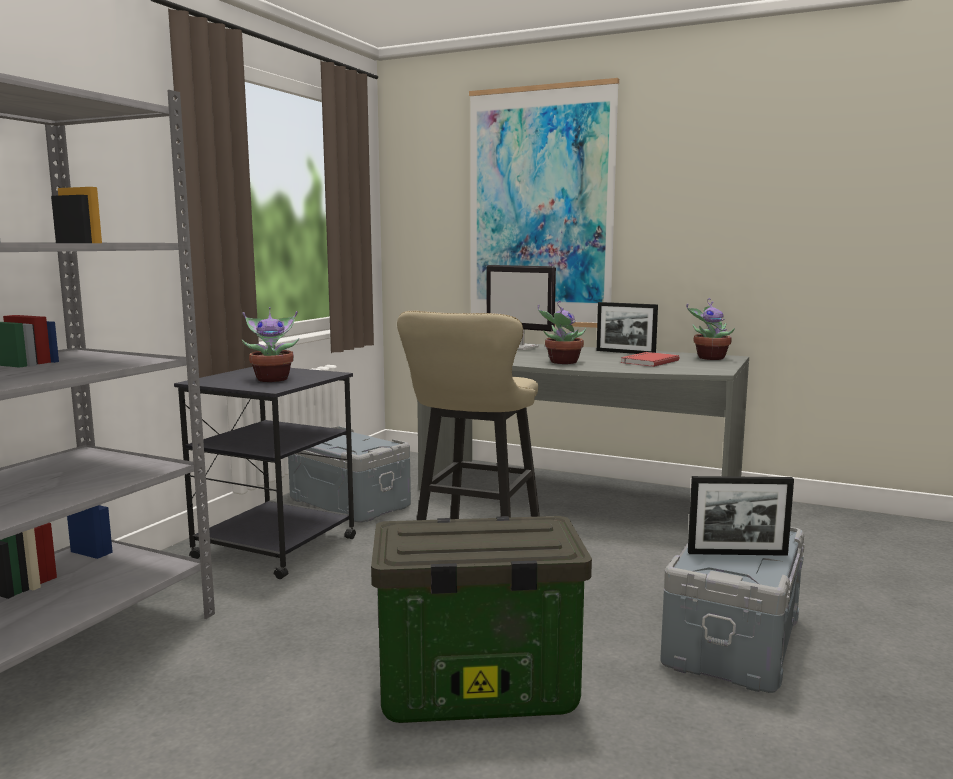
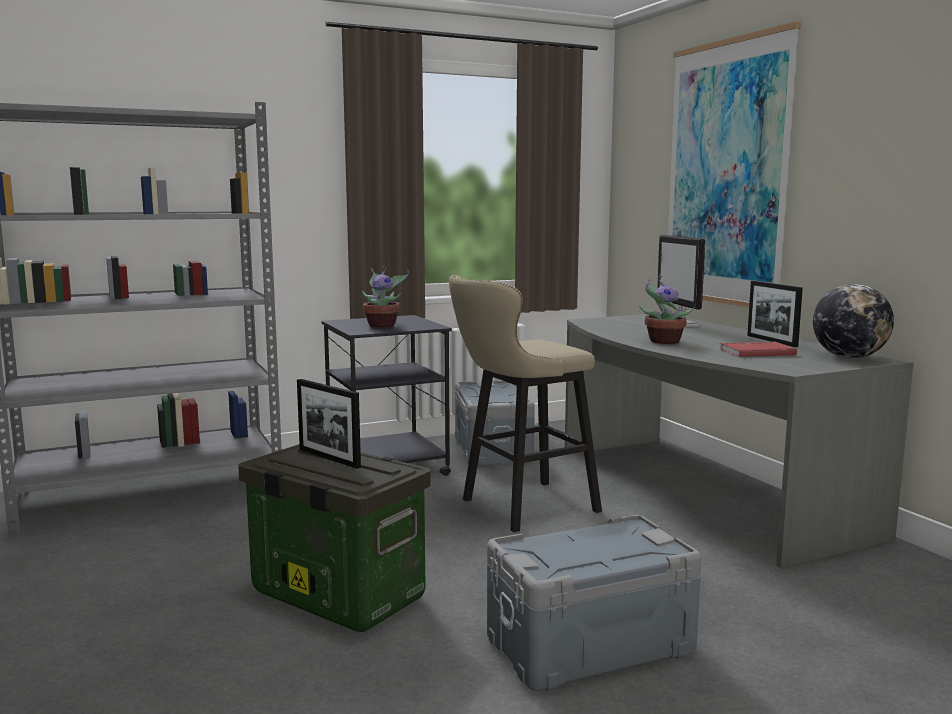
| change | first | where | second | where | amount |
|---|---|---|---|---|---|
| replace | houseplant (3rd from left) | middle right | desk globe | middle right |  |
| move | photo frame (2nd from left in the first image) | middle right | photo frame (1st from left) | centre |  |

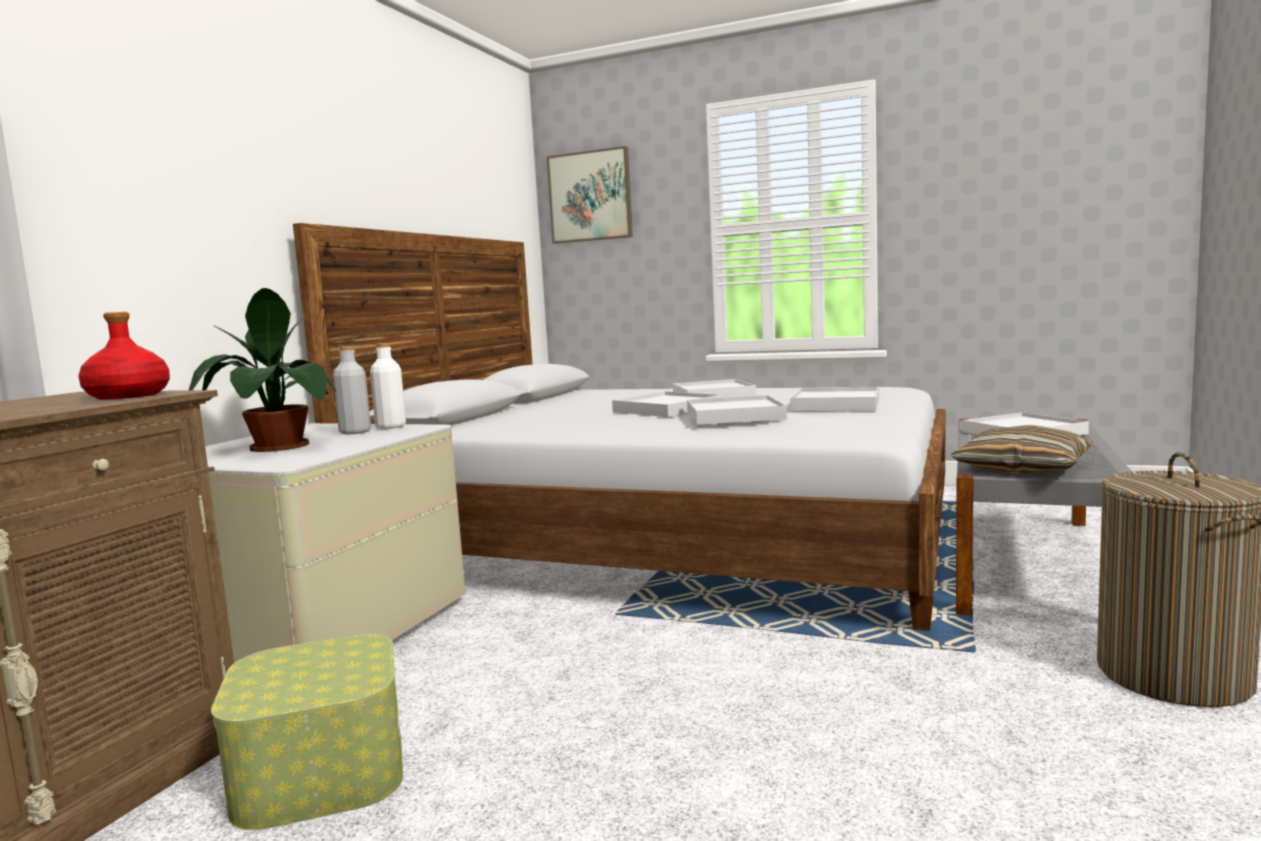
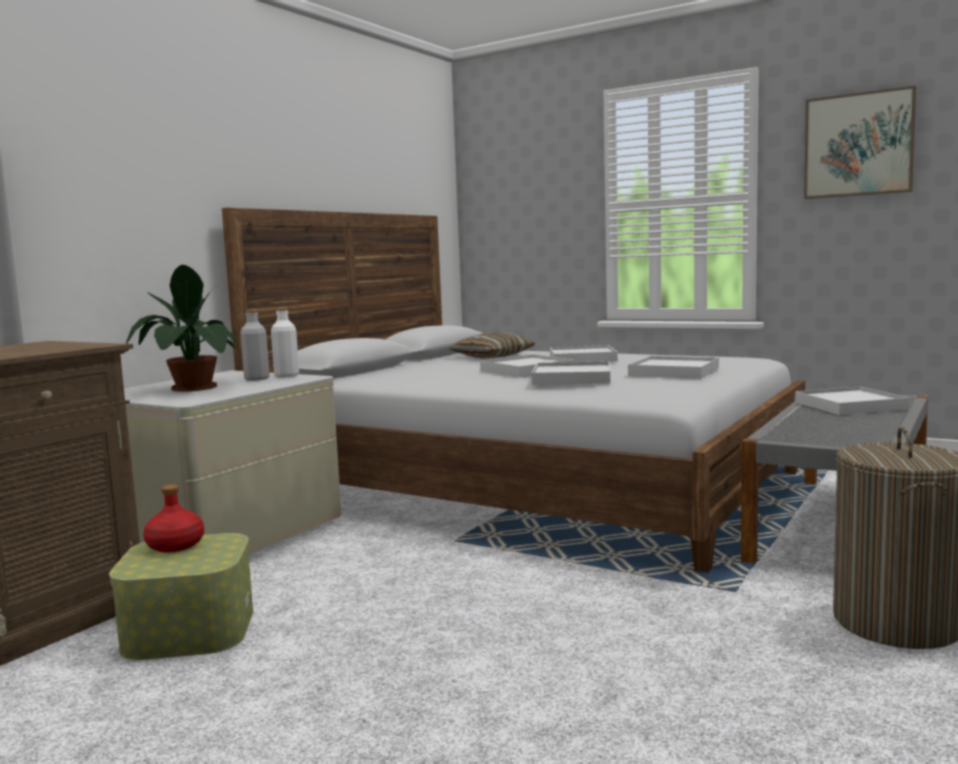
| change | first | where | second | where | amount |
|---|---|---|---|---|---|
| move | wall art | top centre |  | top right |  |
| move | reddish bottle | middle left |  | bottom left |  |
| move | pillow | middle right |  | centre |  |

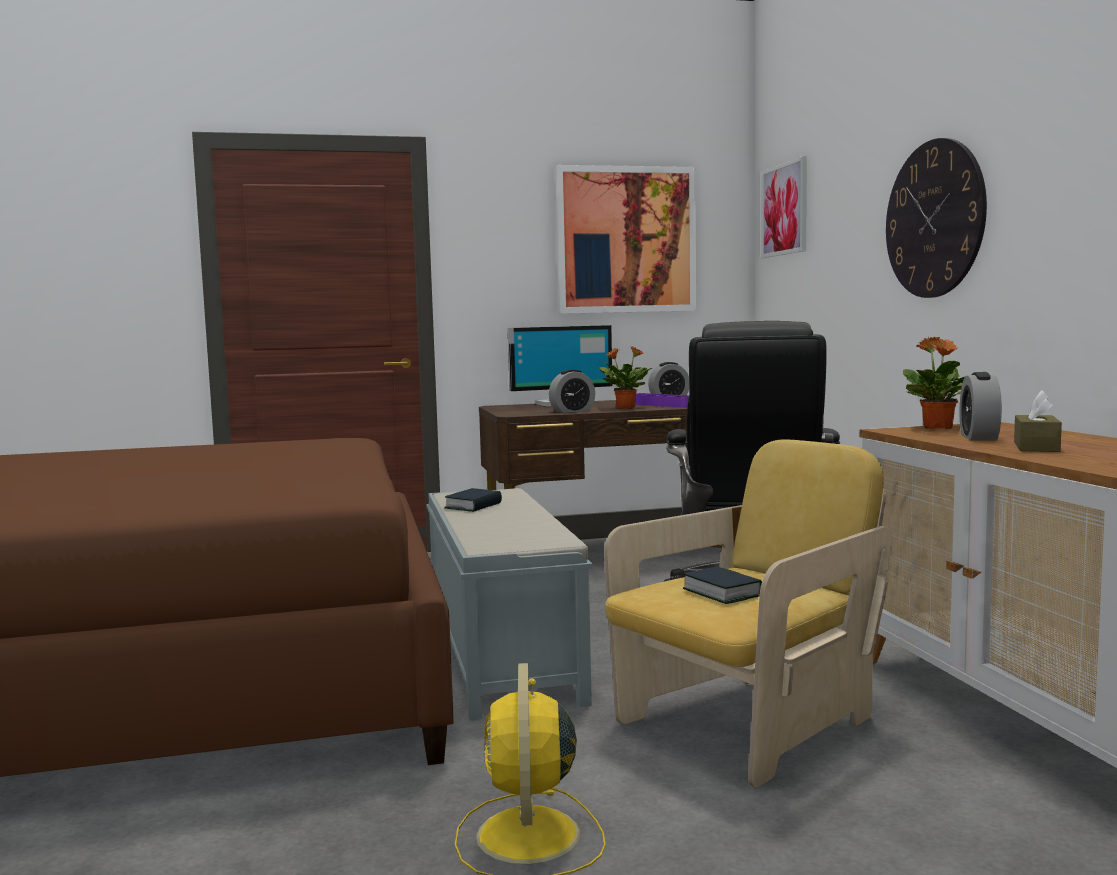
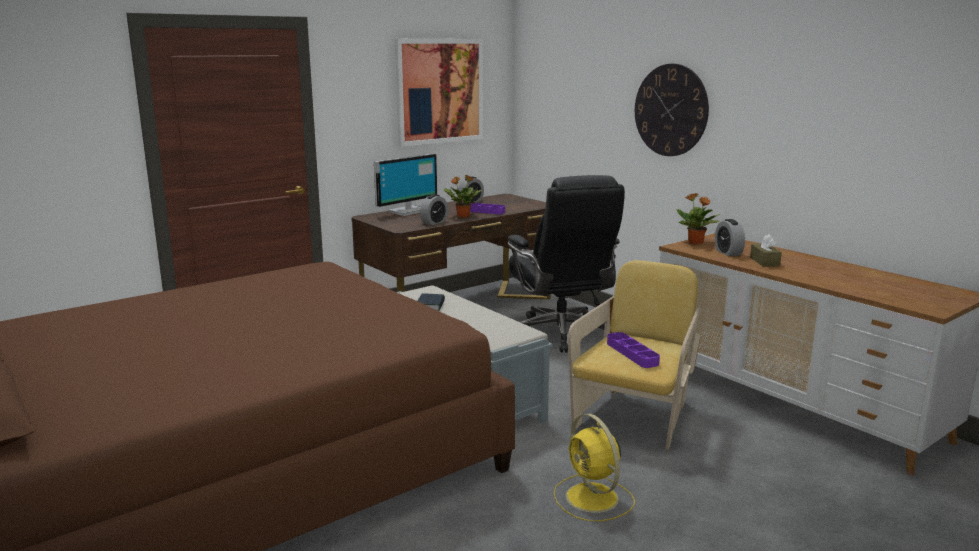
| change | first | where | second | where | amount |
|---|---|---|---|---|---|
| delete | wall art (2nd from left) | top right |  |  |  |
| replace | bound book (2nd from left) | bottom centre | purplish carrying tray (2nd from left) | centre |  |

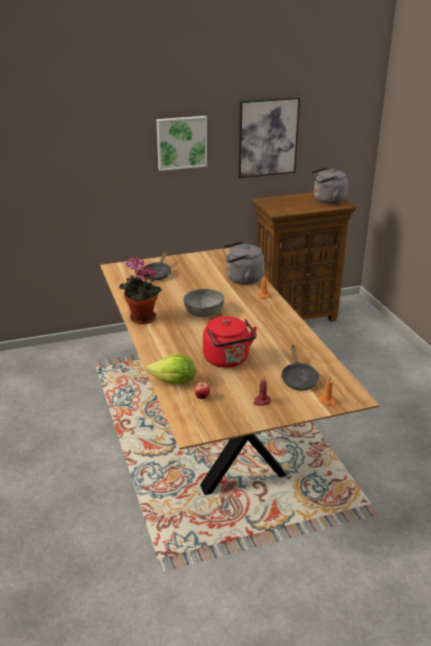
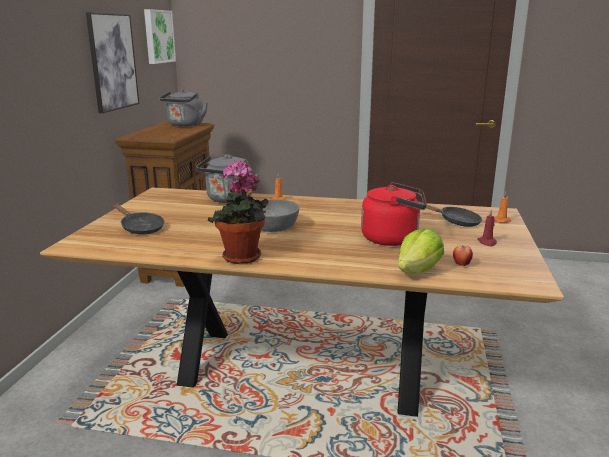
| change | first | where | second | where | amount |
|---|---|---|---|---|---|
| move | wall art (1st from left in the first image) | top centre | wall art (2nd from left) | top left |  |

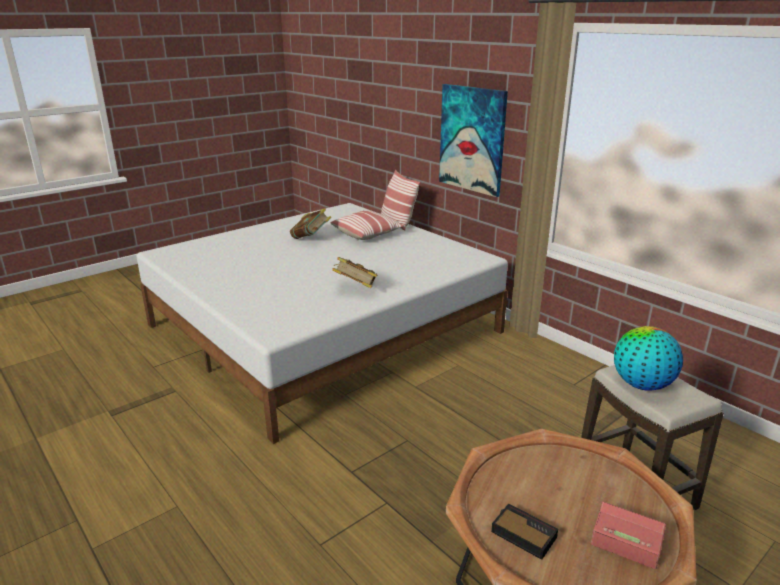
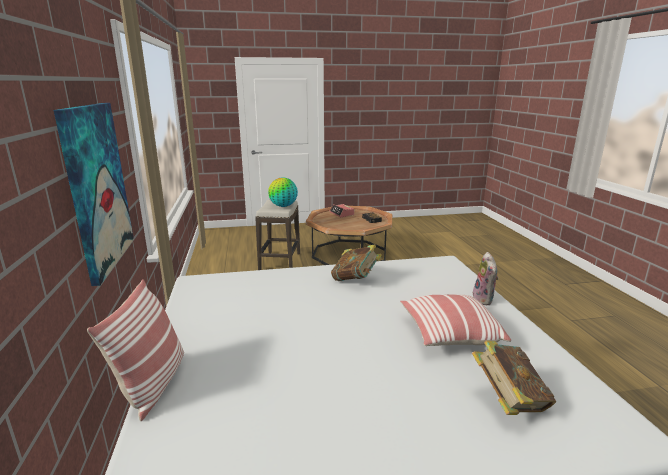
| change | first | where | second | where | amount |
|---|---|---|---|---|---|
| move | bound book (1st from left in the first image) | centre | bound book (2nd from left) | bottom right |  |
| move | pillow (1st from left in the first image) | centre | pillow (2nd from left) | bottom right |  |
| insert |  |  | plush toy | middle right |  |

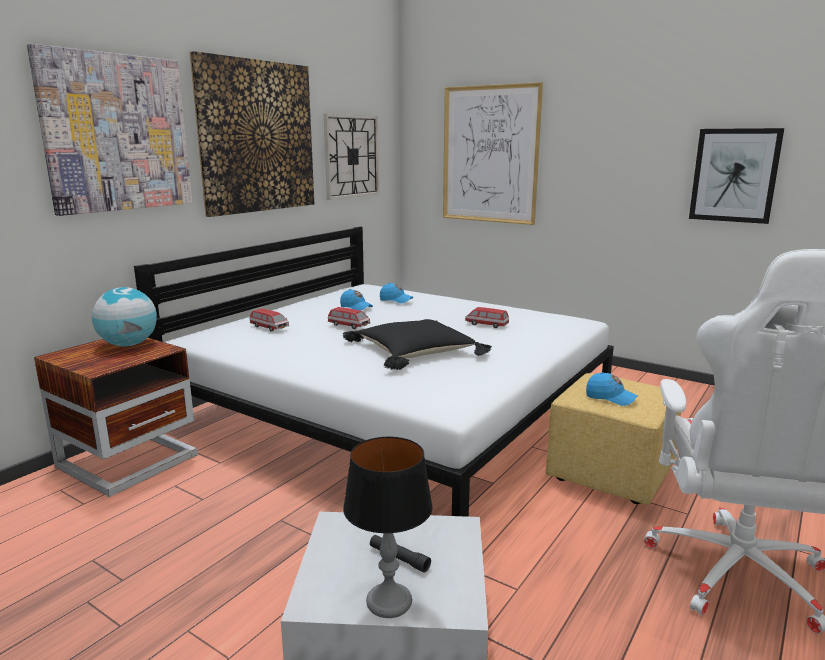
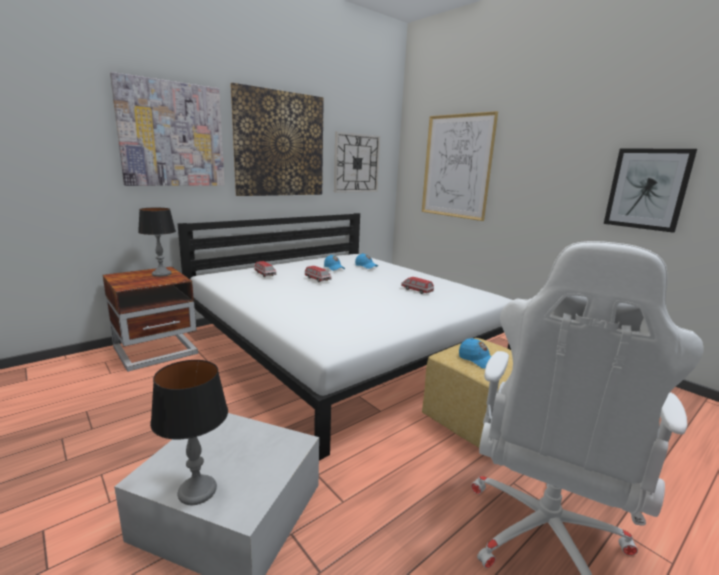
| change | first | where | second | where | amount |
|---|---|---|---|---|---|
| replace | desk globe | middle left | tabletop lamp (1st from left) | middle left |  |
| delete | blackish pillow | centre |  |  |  |
| delete | blackish torch | bottom centre |  |  |  |

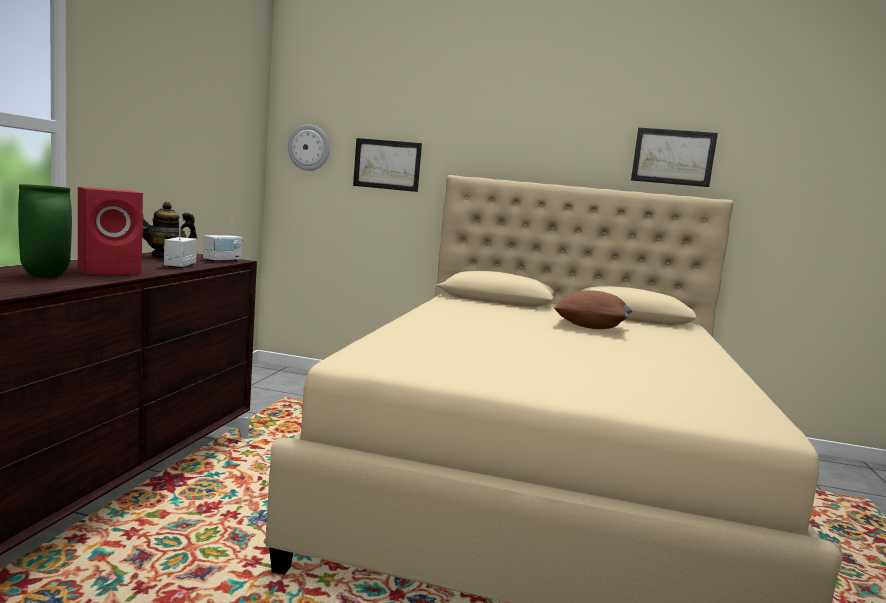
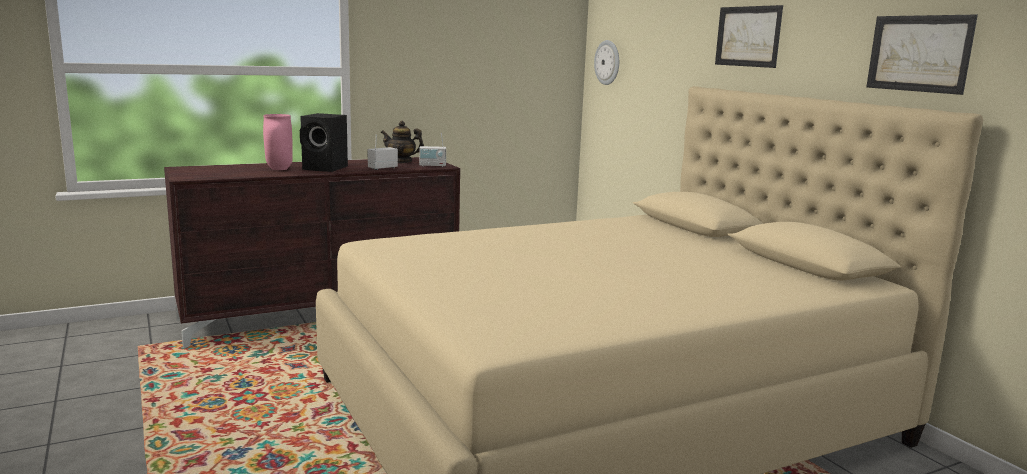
| change | first | where | second | where | amount |
|---|---|---|---|---|---|
| move | wall art (1st from left) | top centre |  | top right |  |
| recolor | greenish decorative vase | middle left | pinkish decorative vase | top left |  |
| recolor | reddish speaker | middle left | blackish speaker | top left |  |
| delete | brown pillow | middle right |  |  |  |

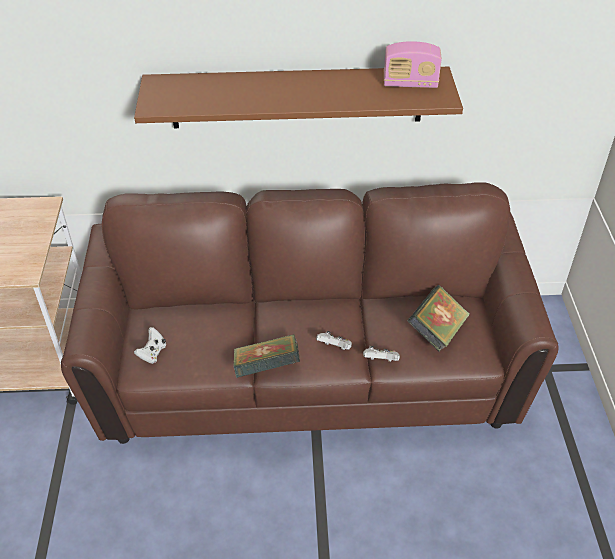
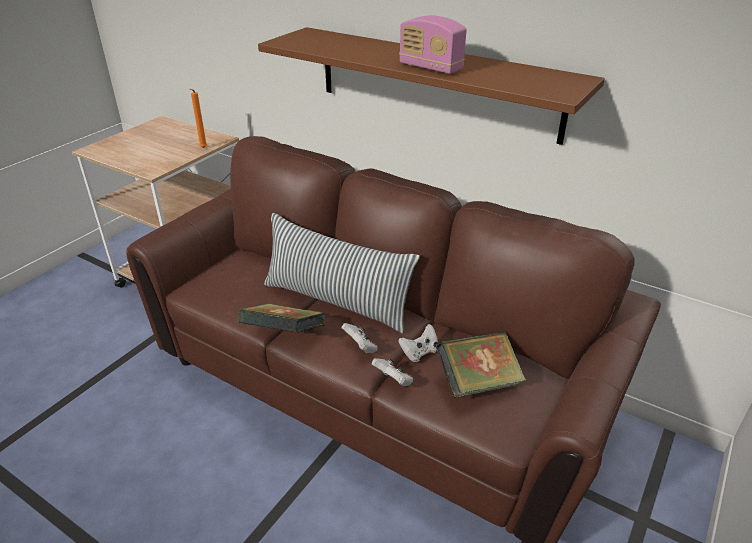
| change | first | where | second | where | amount |
|---|---|---|---|---|---|
| move | radio | top right |  | top centre |  |
| move | whitish game controller (1st from left in the first image) | middle left | whitish game controller (3rd from left) | centre |  |
| insert |  |  | orange wax candle | top left |  |
| insert |  |  | pillow | centre |  |

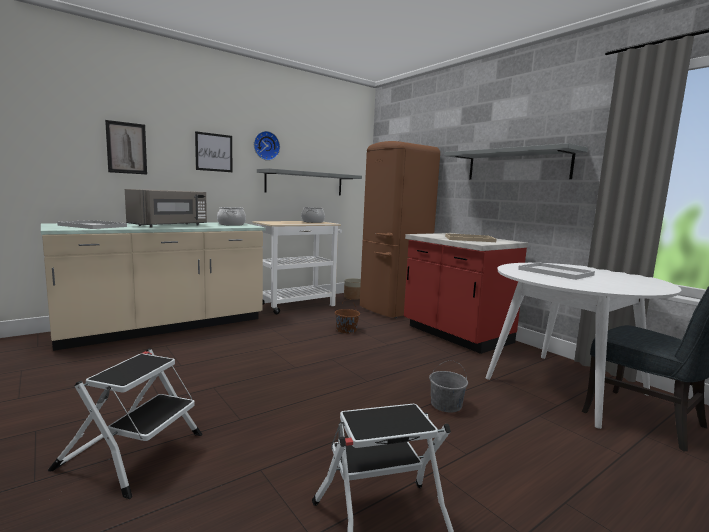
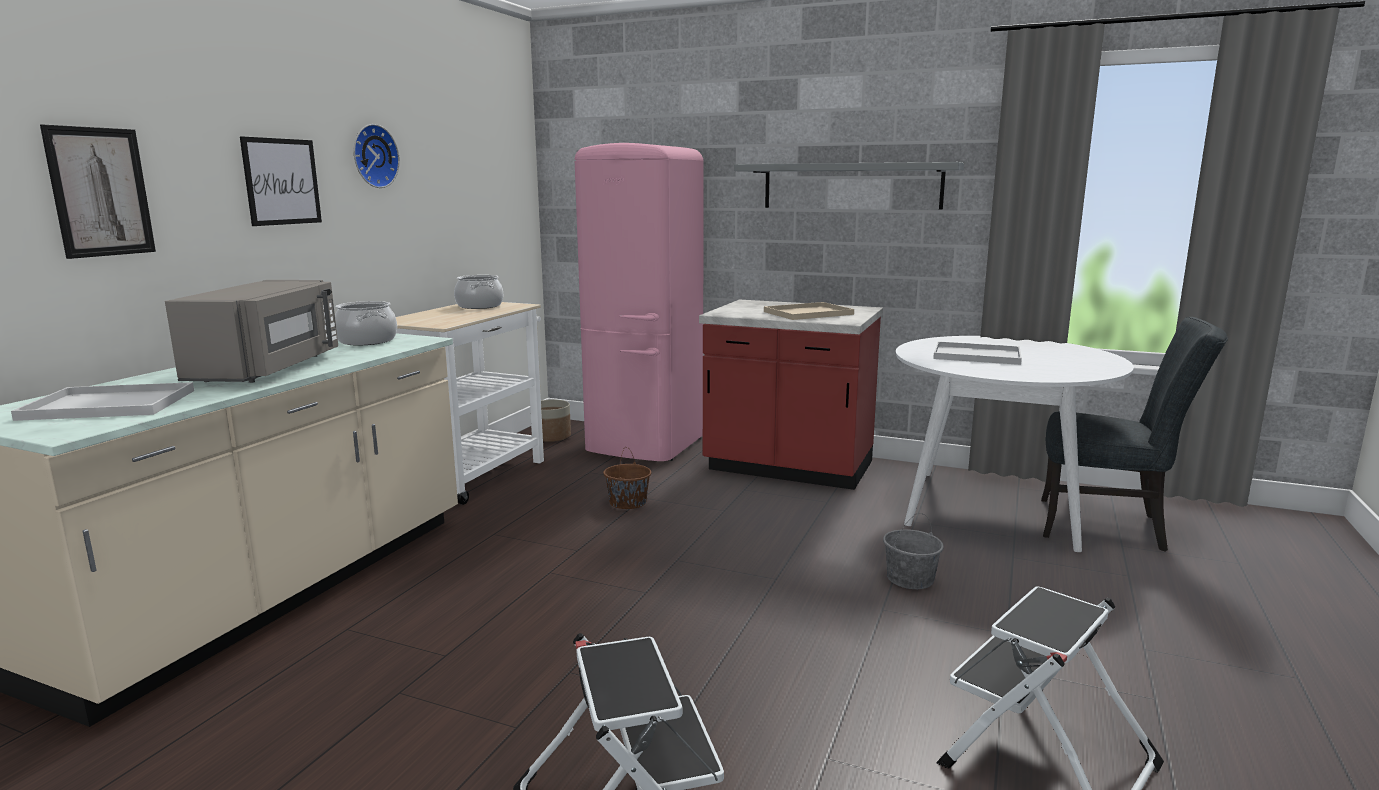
| change | first | where | second | where | amount |
|---|---|---|---|---|---|
| recolor | brown fridge | centre | pinkish fridge | centre |  |
| delete | gray bracket shelf (1st from left) | centre |  |  |  |

